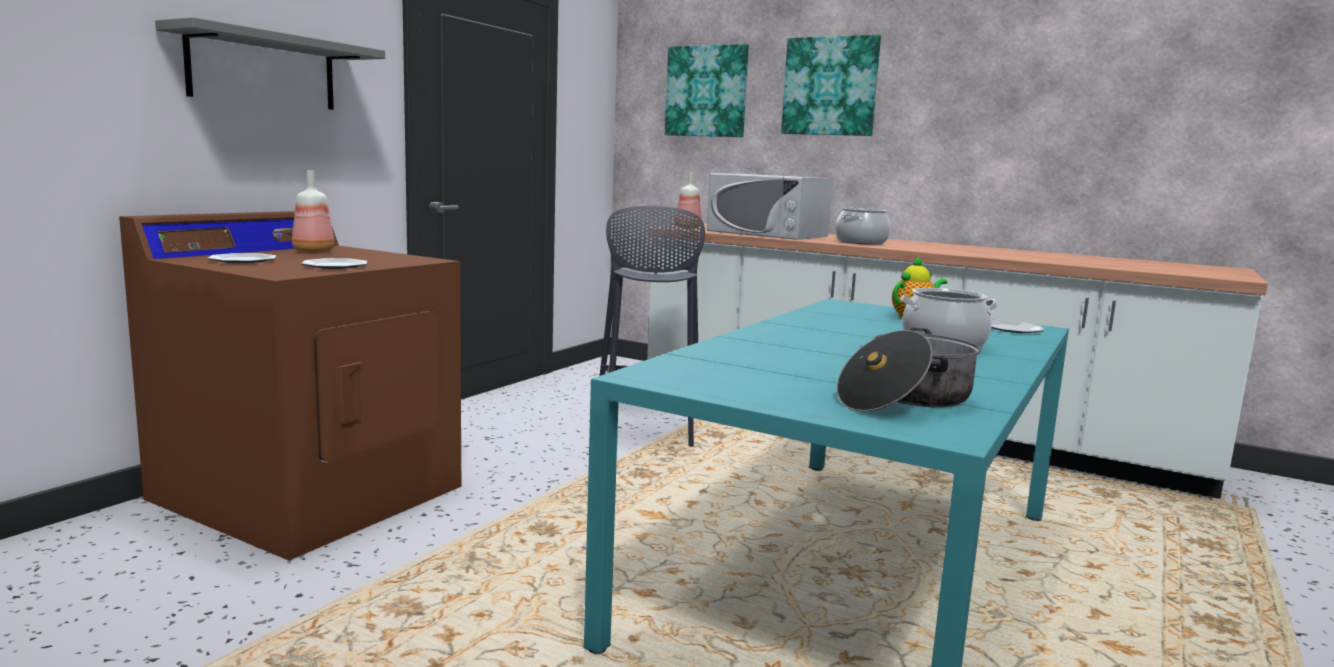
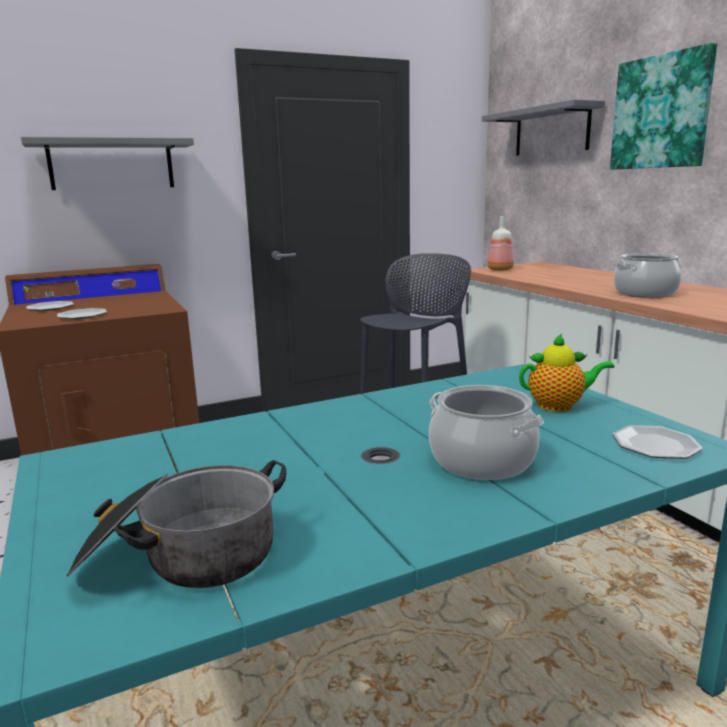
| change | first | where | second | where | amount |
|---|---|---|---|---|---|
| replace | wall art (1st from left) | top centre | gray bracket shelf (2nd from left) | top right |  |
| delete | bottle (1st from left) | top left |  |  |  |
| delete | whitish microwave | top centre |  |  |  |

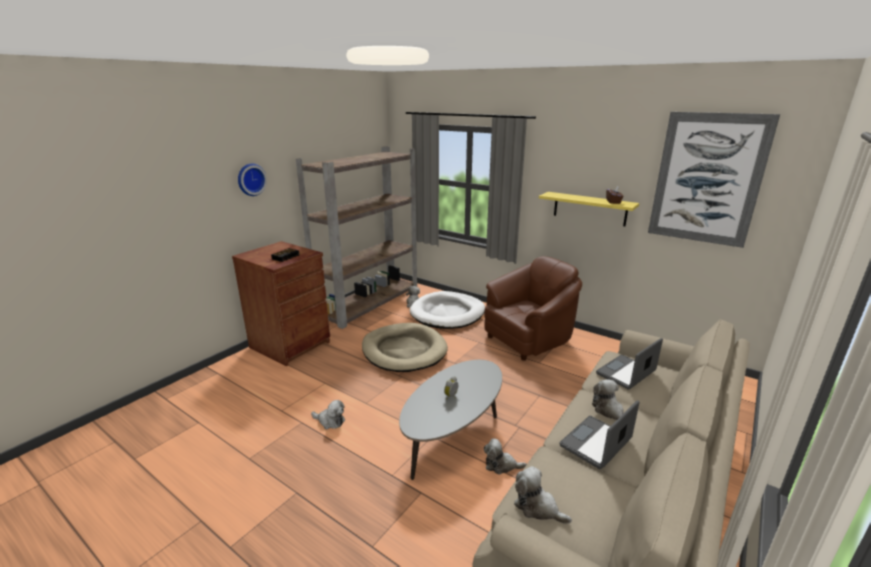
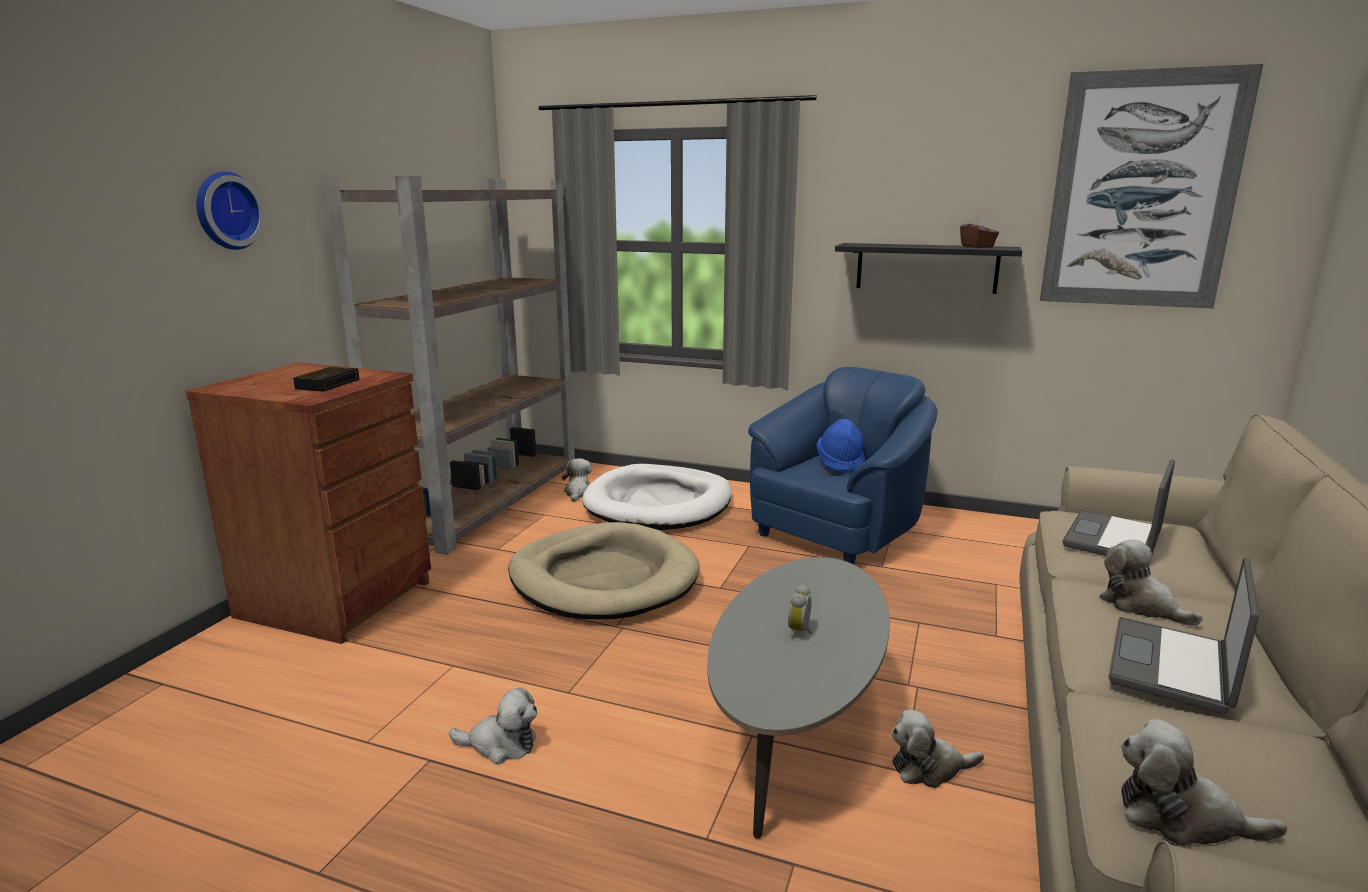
| change | first | where | second | where | amount |
|---|---|---|---|---|---|
| recolor | yellow-coloured bracket shelf | middle right | blackish bracket shelf | top right |  |
| recolor | brown lounge chair | centre | bluish lounge chair | centre |  |
| insert |  |  | bluish hat | centre |  |

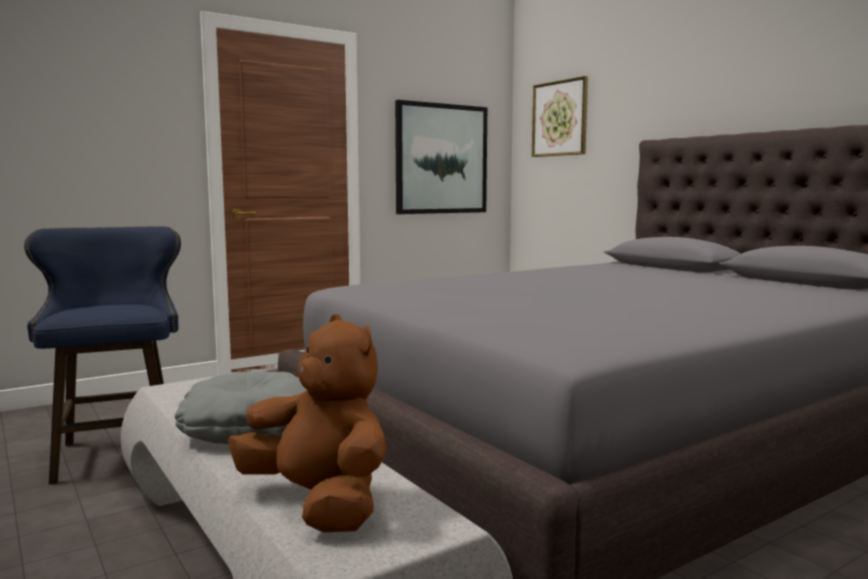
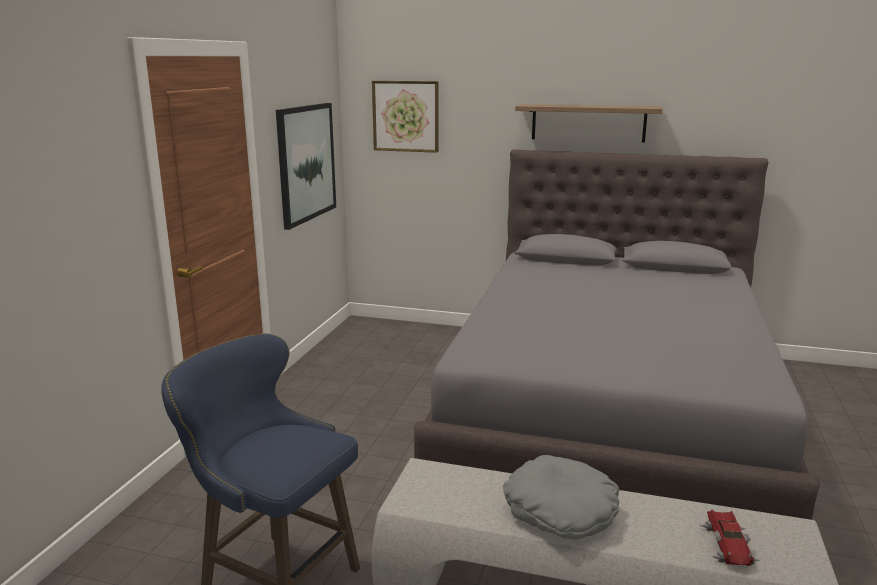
| change | first | where | second | where | amount |
|---|---|---|---|---|---|
| replace | brown plush toy | bottom centre | miniature car | bottom right |  |
| insert |  |  | bracket shelf | top right |  |

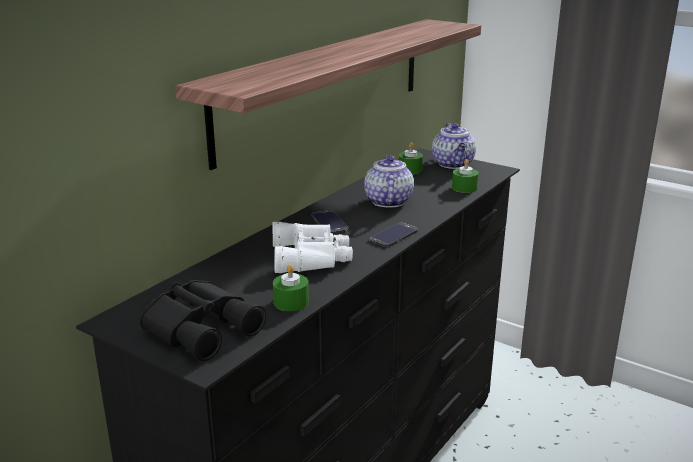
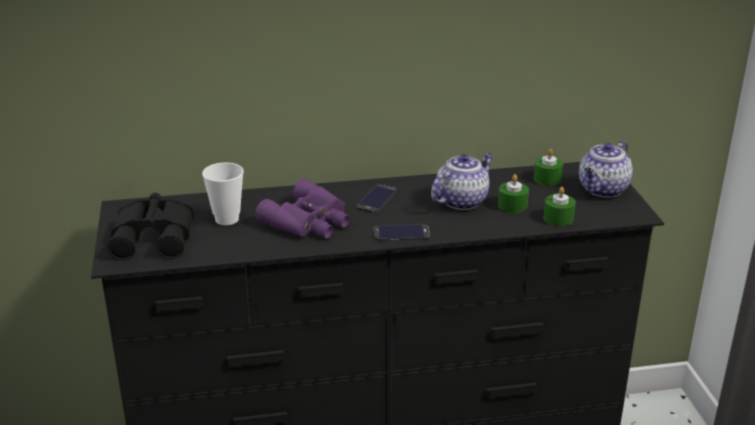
| change | first | where | second | where | amount |
|---|---|---|---|---|---|
| delete | bracket shelf | top centre |  |  |  |
| recolor | whitish field glasses | centre | purplish field glasses | centre |  |
| move | greenish wax candle (1st from left) | centre |  | middle right |  |
| insert |  |  | drinking cup | middle left |  |

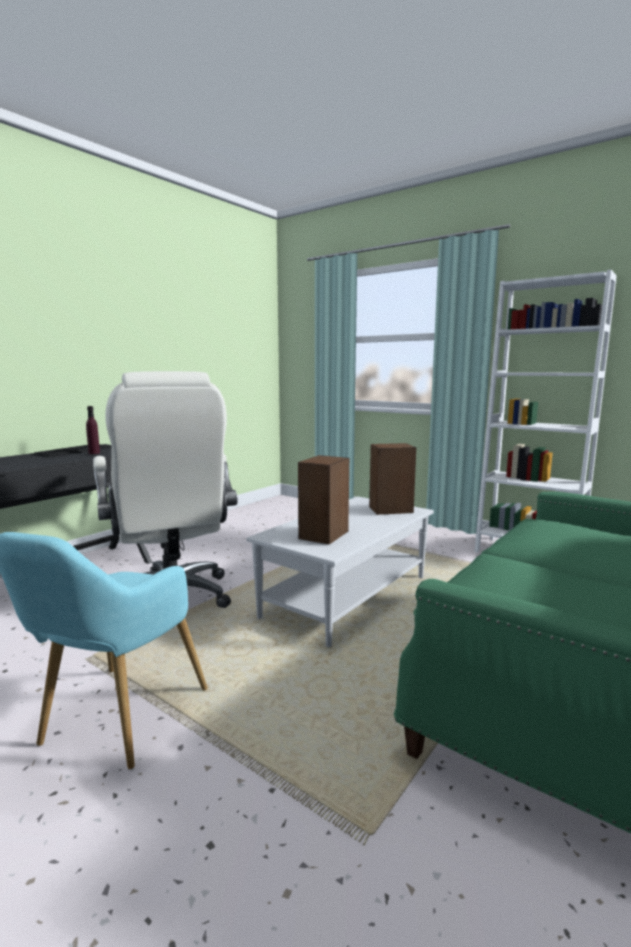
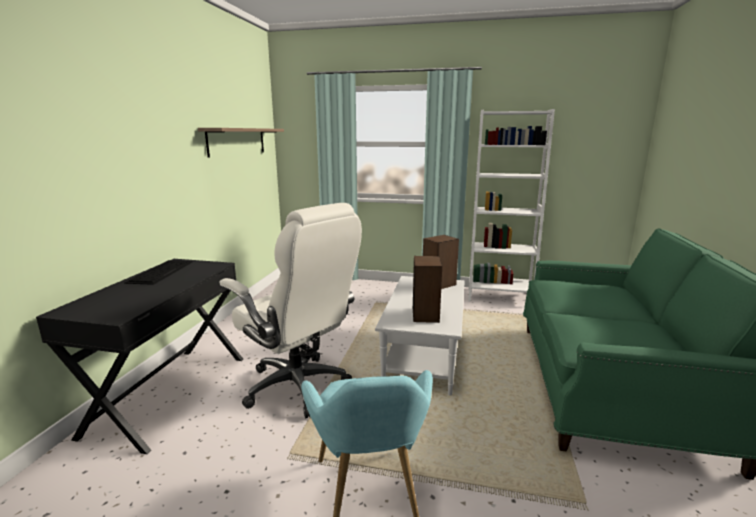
| change | first | where | second | where | amount |
|---|---|---|---|---|---|
| delete | purplish bottle | middle left |  |  |  |
| insert |  |  | bracket shelf | top left |  |

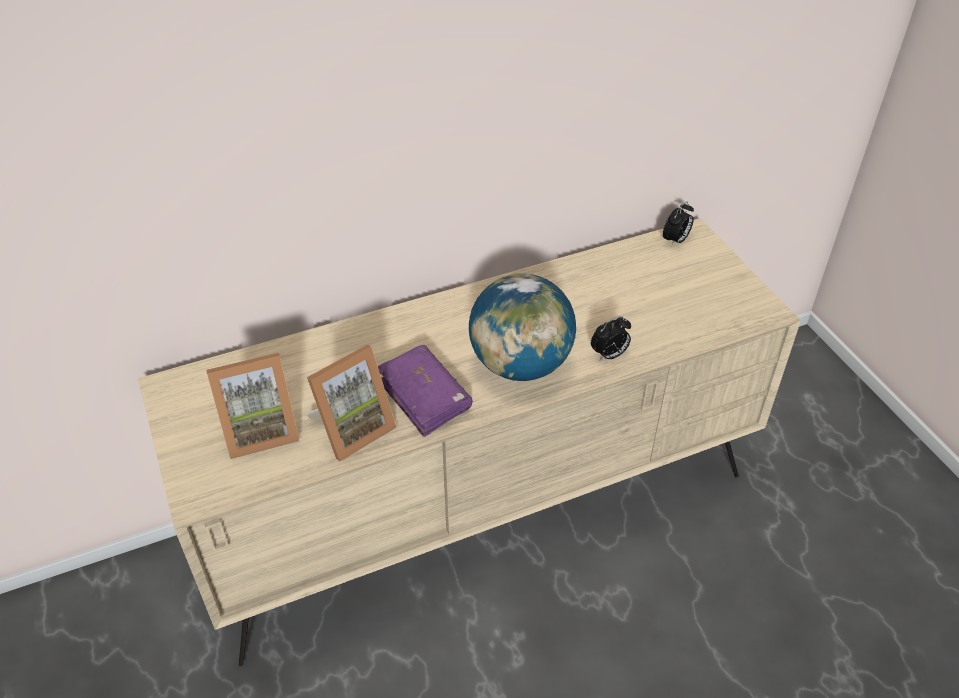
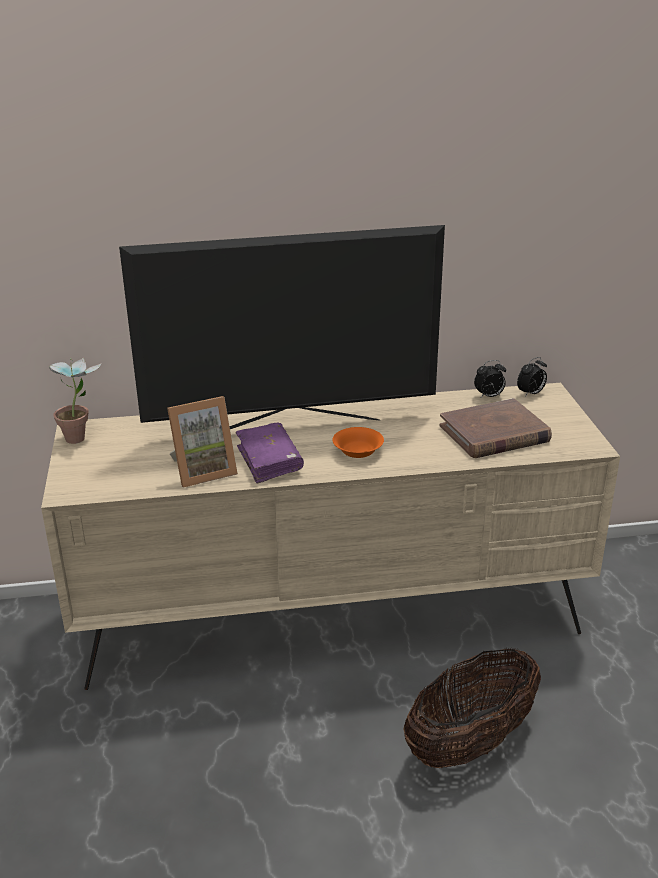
| change | first | where | second | where | amount |
|---|---|---|---|---|---|
| replace | desk globe | centre | orange deep dish | centre |  |
| move | bedside clock (1st from left) | centre |  | middle right |  |
| delete | photo frame (1st from left) | middle left |  |  |  |
| insert |  |  | TV set | centre |  |
| insert |  |  | houseplant | middle left |  |
| insert |  |  | brown bound book | middle right |  |
| insert |  |  | storage basket | bottom right |  |

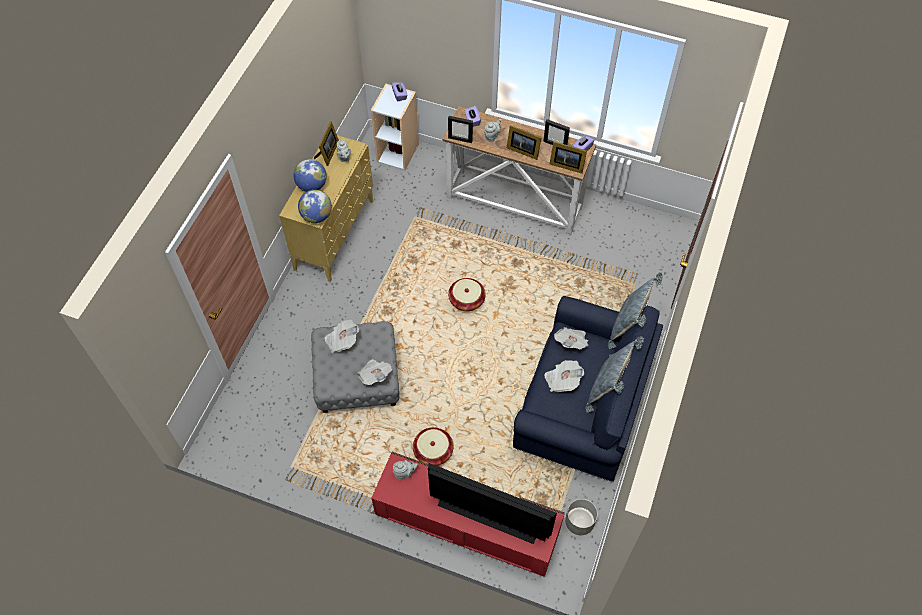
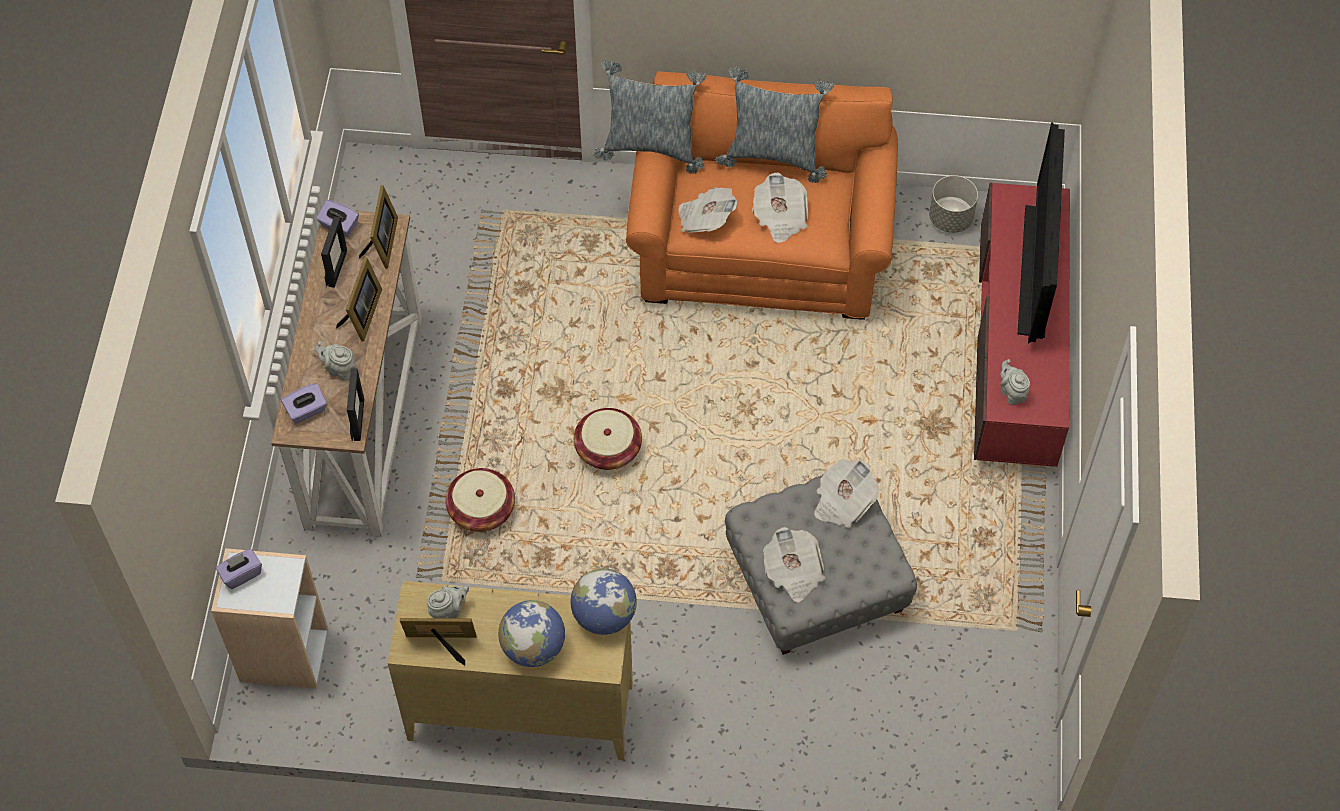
| change | first | where | second | where | amount |
|---|---|---|---|---|---|
| recolor | bluish sofa | centre | orange sofa | top centre |  |
| move | storage basket (1st from left) | bottom centre |  | centre |  |

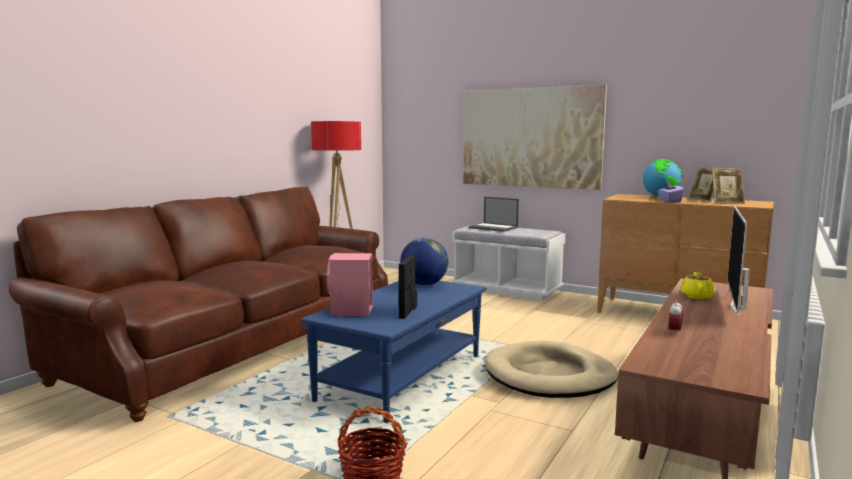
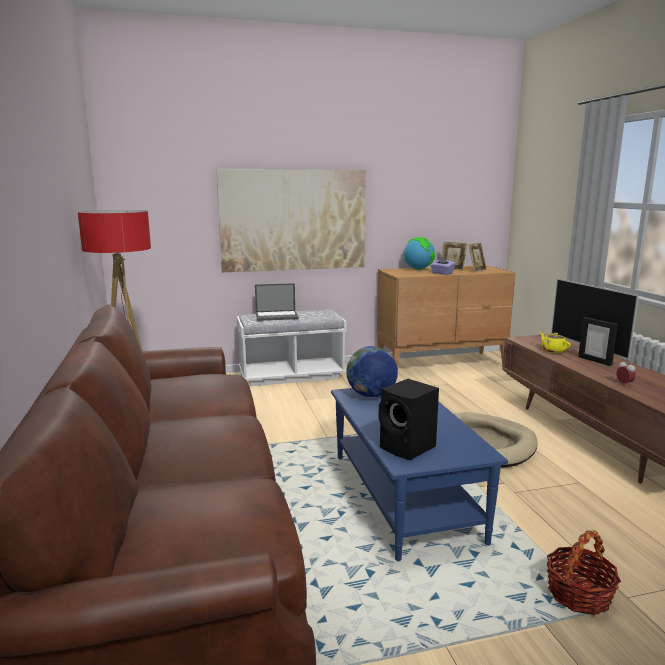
| change | first | where | second | where | amount |
|---|---|---|---|---|---|
| recolor | pinkish speaker | centre | blackish speaker | centre |  |
| move | photo frame (1st from left in the first image) | centre | photo frame (3rd from left) | middle right |  |

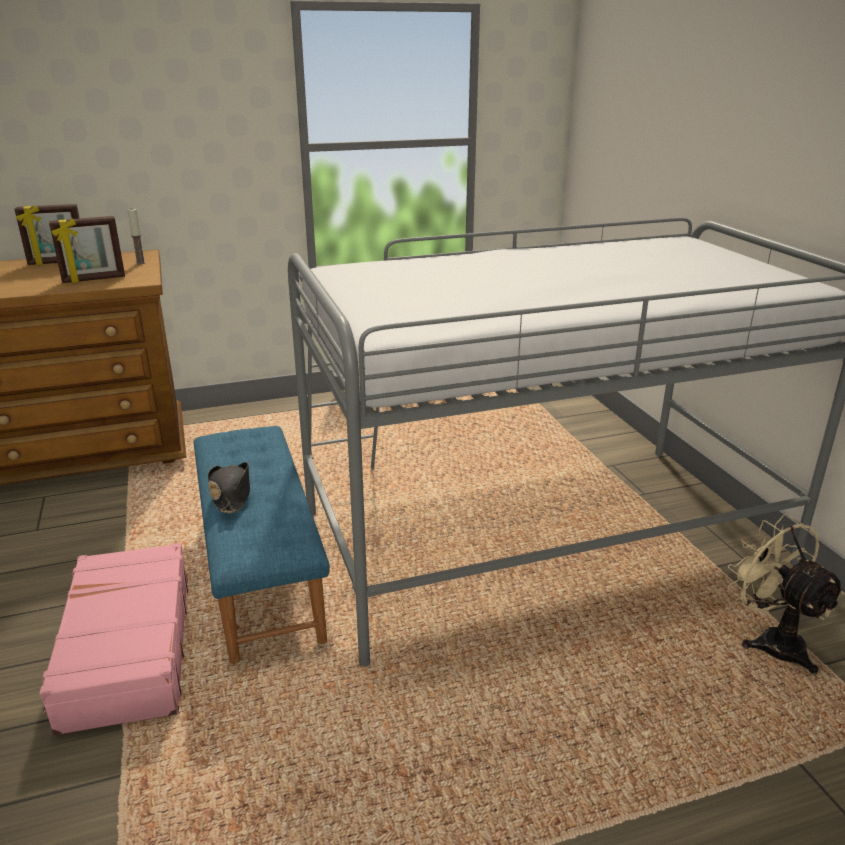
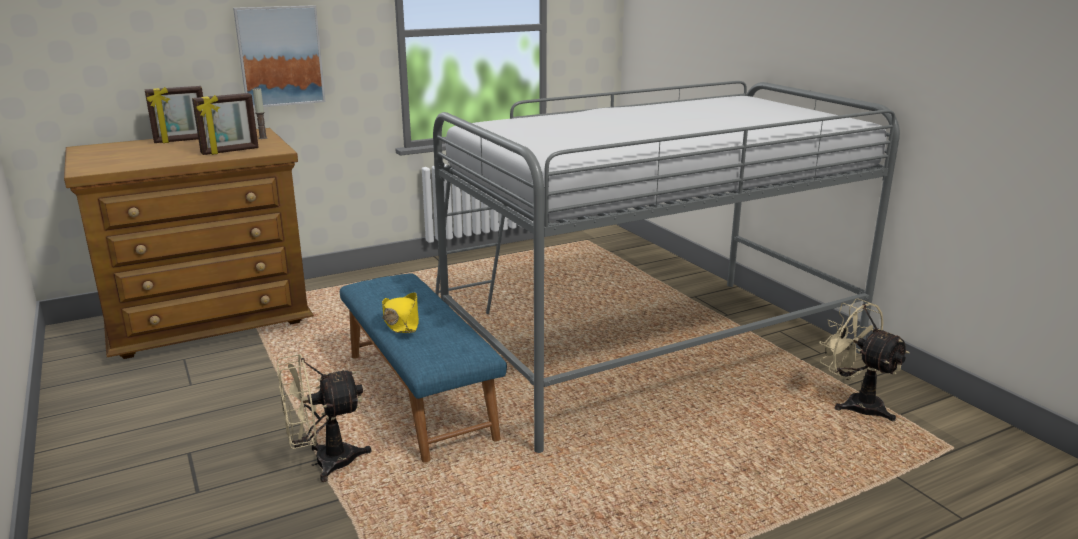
| change | first | where | second | where | amount |
|---|---|---|---|---|---|
| recolor | blackish hat | middle left | yellow-coloured hat | centre |  |
| replace | pinkish suitcase | bottom left | beige-coloured electric fan (1st from left) | bottom left |  |
| insert |  |  | wall art | top left |  |

